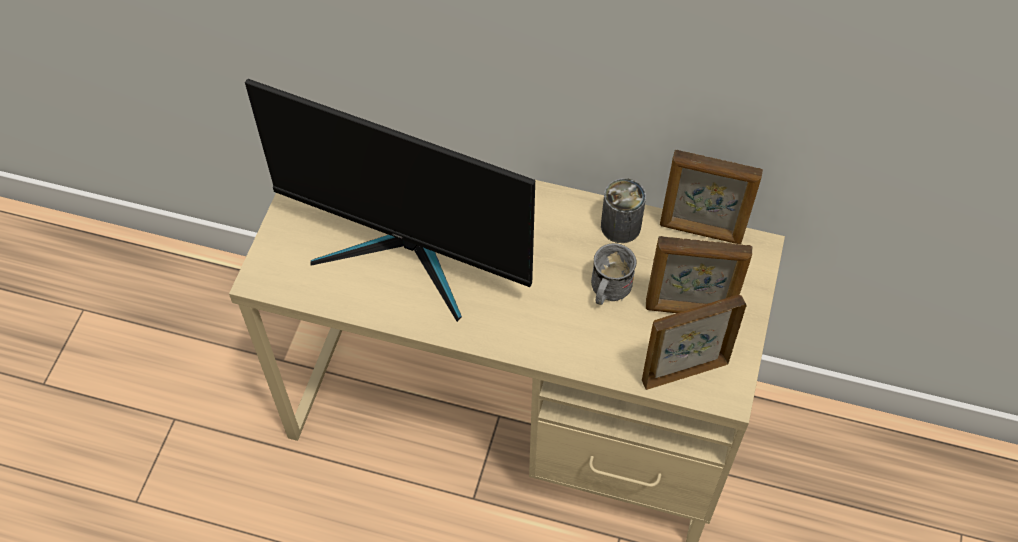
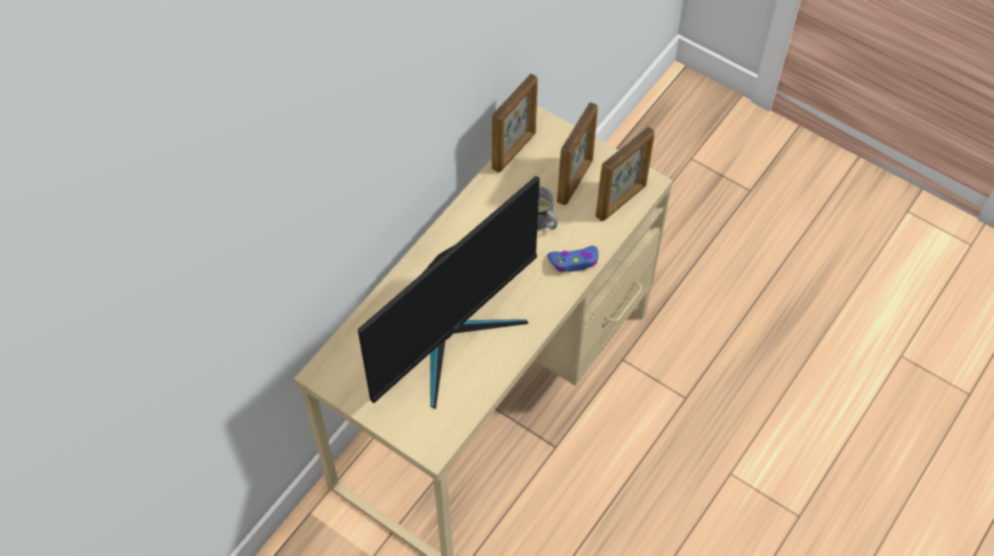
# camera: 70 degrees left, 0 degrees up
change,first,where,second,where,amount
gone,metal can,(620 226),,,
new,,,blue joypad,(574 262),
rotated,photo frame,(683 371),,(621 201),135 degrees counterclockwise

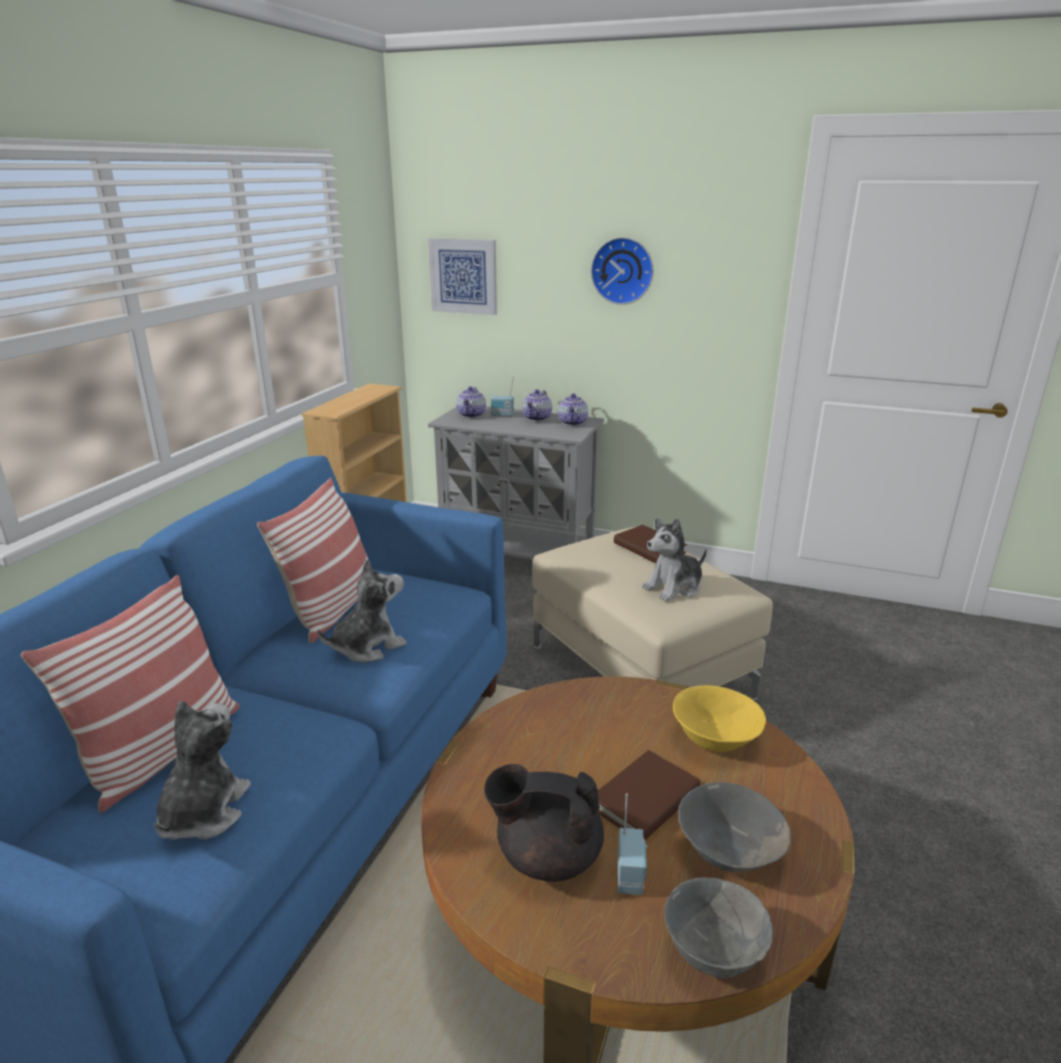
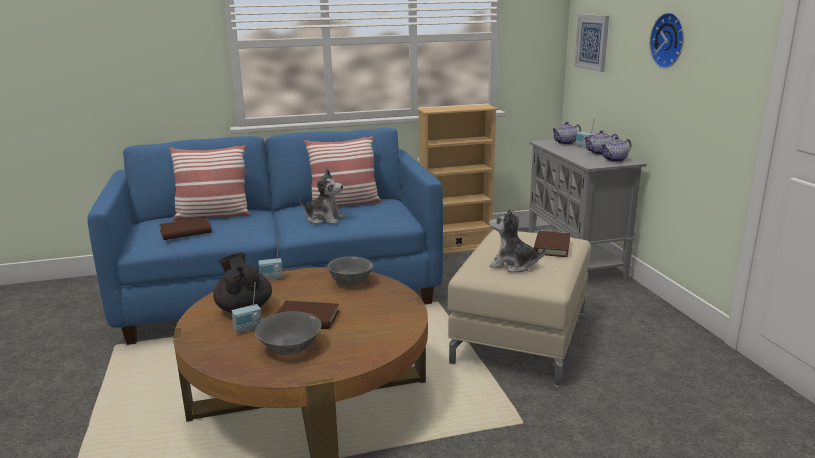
# camera: 55 degrees right, 5 degrees down
change,first,where,second,where,amount
gone,yellow-coloured bowl,(714 738),,,
new,,,radio receiver,(271 278),
shifted,grey bowl,(713 950),,(351 282),
swapped,plush toy,(203 812),brown volume,(185 232),

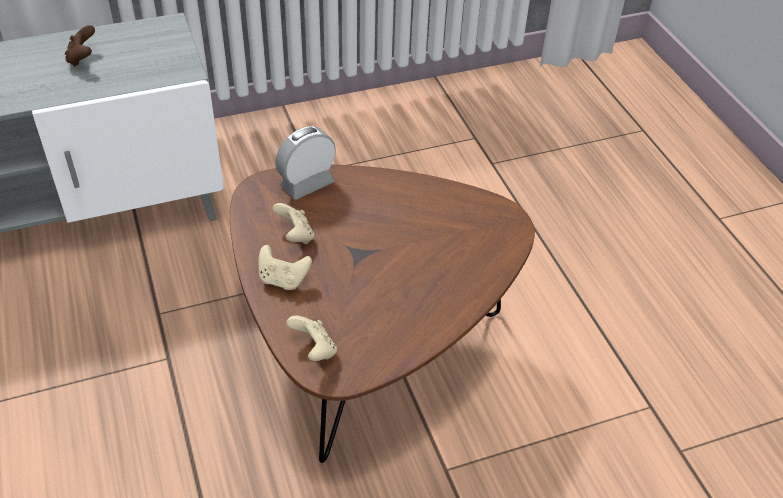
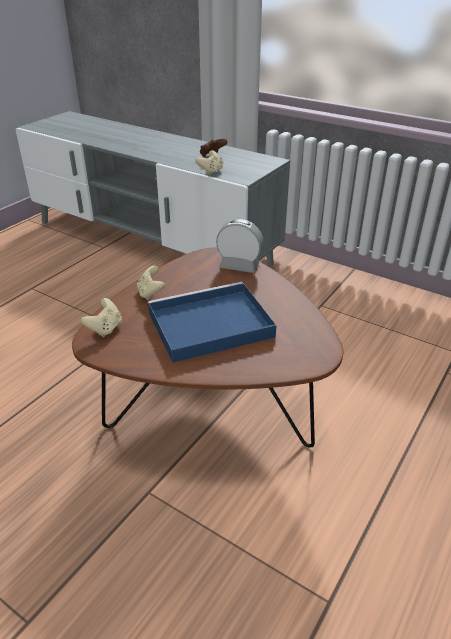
# camera: 55 degrees right, 10 degrees down
change,first,where,second,where,amount
new,,,blue tray,(208 326),
shifted,beige-coloured joypad,(295 236),,(210 172),

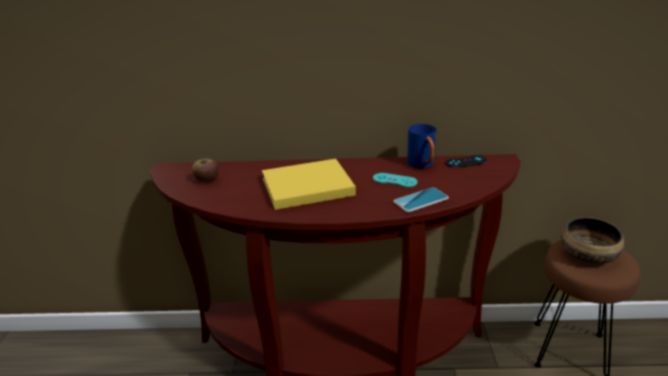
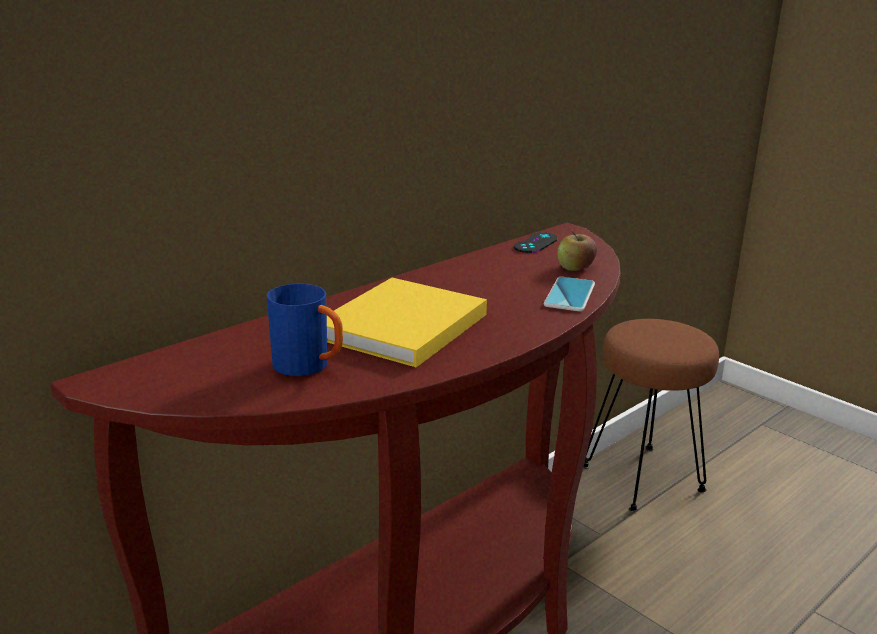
# camera: 45 degrees left, 5 degrees down
change,first,where,second,where,amount
gone,turquoise-coloured joypad,(394 180),,,
gone,bowl,(588 254),,,
shifted,apple,(207 180),,(575 268),
shifted,blue mug,(423 165),,(310 367),

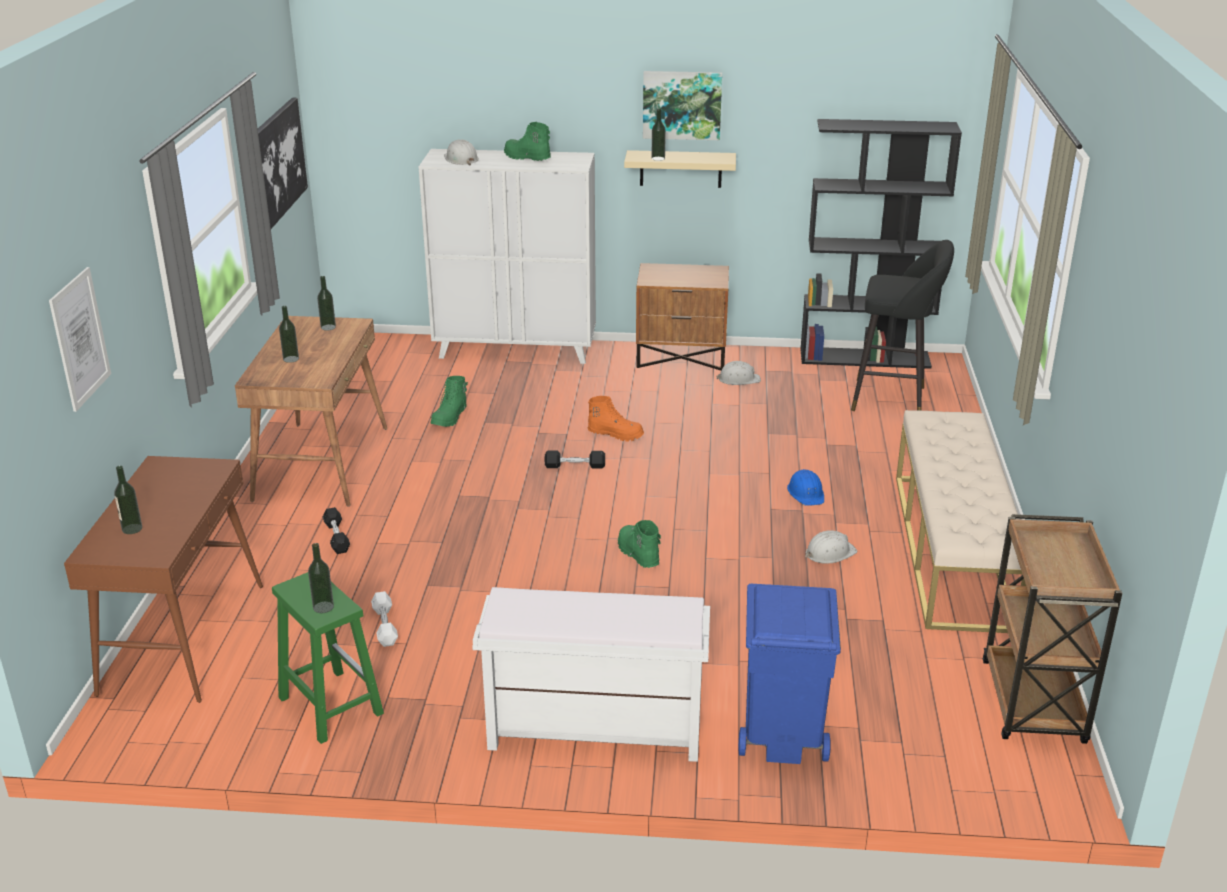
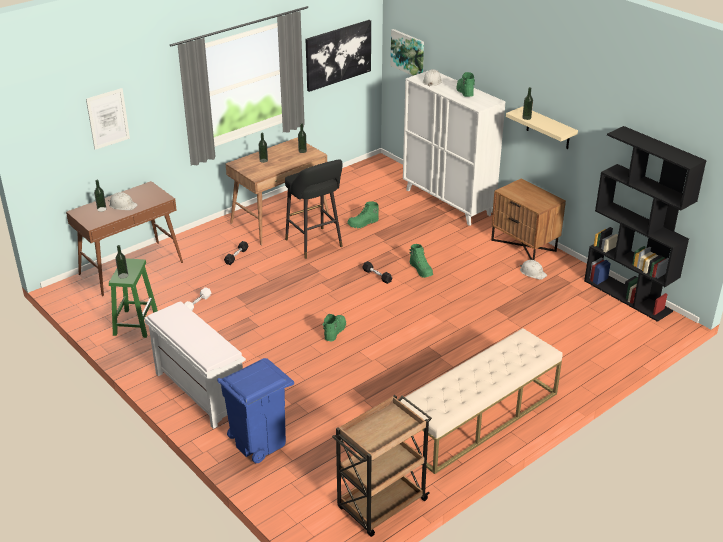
# camera: 45 degrees right, 5 degrees up
change,first,where,second,where,amount
gone,blue safety helmet,(806 493),,,
shifted,wall picture,(682 105),,(408 53),
shifted,white-coloured safety helmet,(829 553),,(123 205),
shifted,blackish stool,(893 399),,(315 244),
repainted,orange boot,(616 434),greenish boot,(421 270),

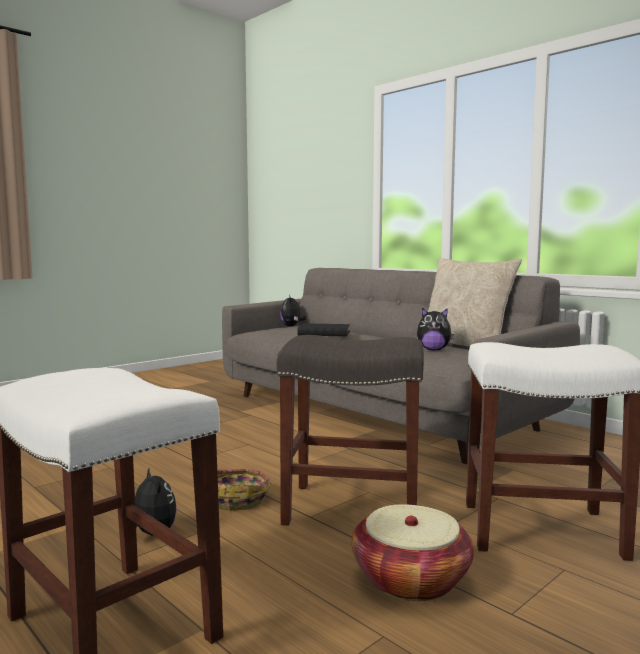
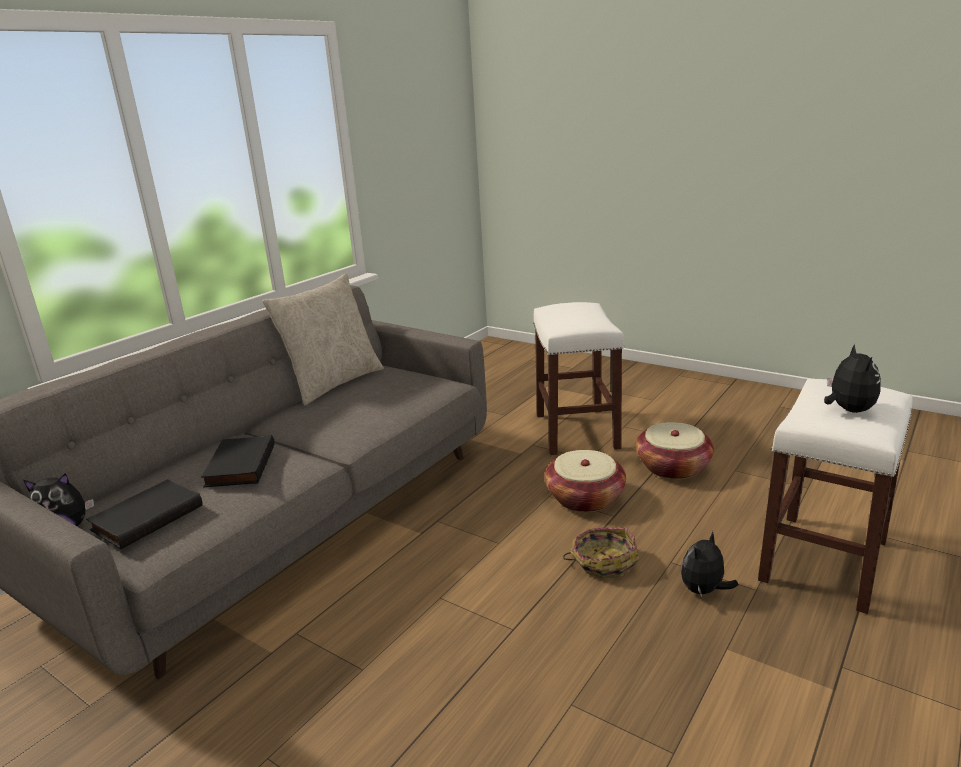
# camera: 100 degrees left, 15 degrees up
change,first,where,second,where,amount
new,,,blackish volume,(147 517),
shifted,plush toy,(433 350),,(848 410),
swapped,grey stool,(354 508),basket,(585 498),

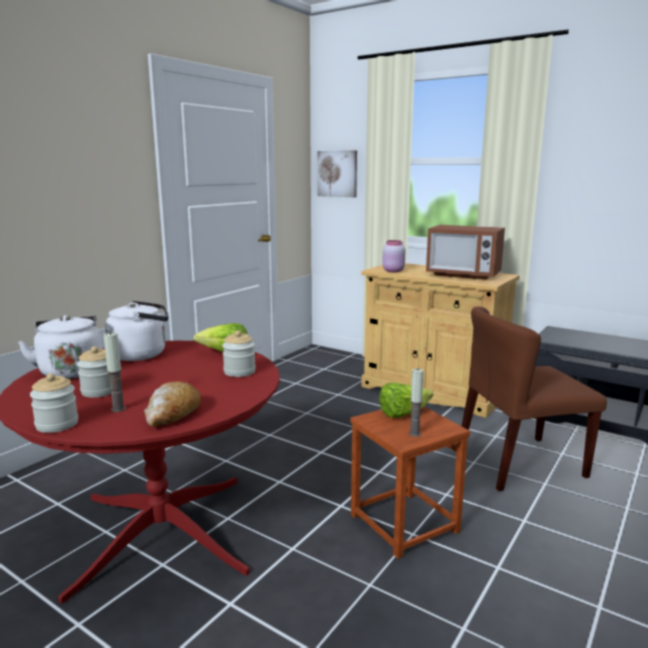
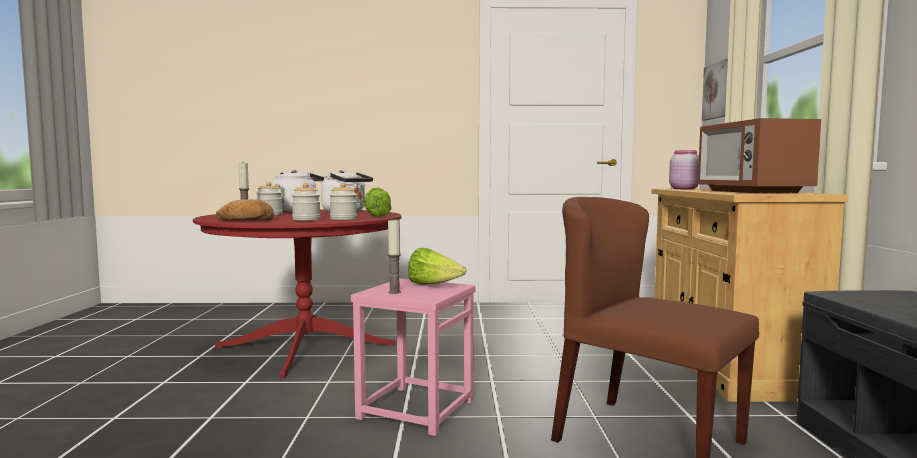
# camera: 55 degrees right, 10 degrees down
change,first,where,second,where,amount
shifted,preserve jar,(57 424),,(306 219),
repainted,brown stool,(403 523),pink-coloured stool,(415 409),

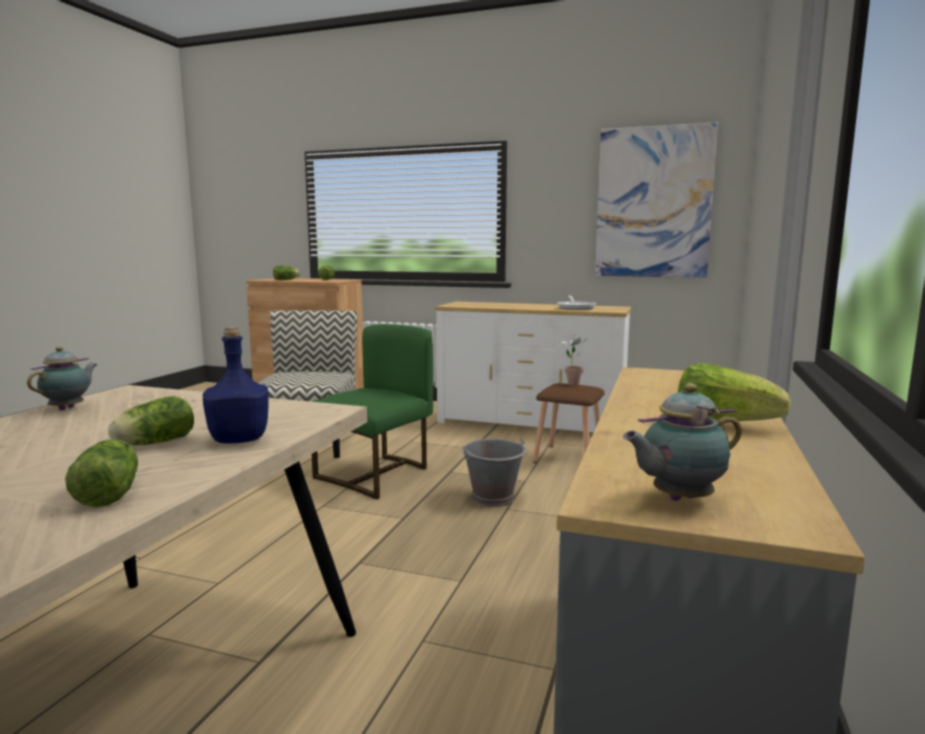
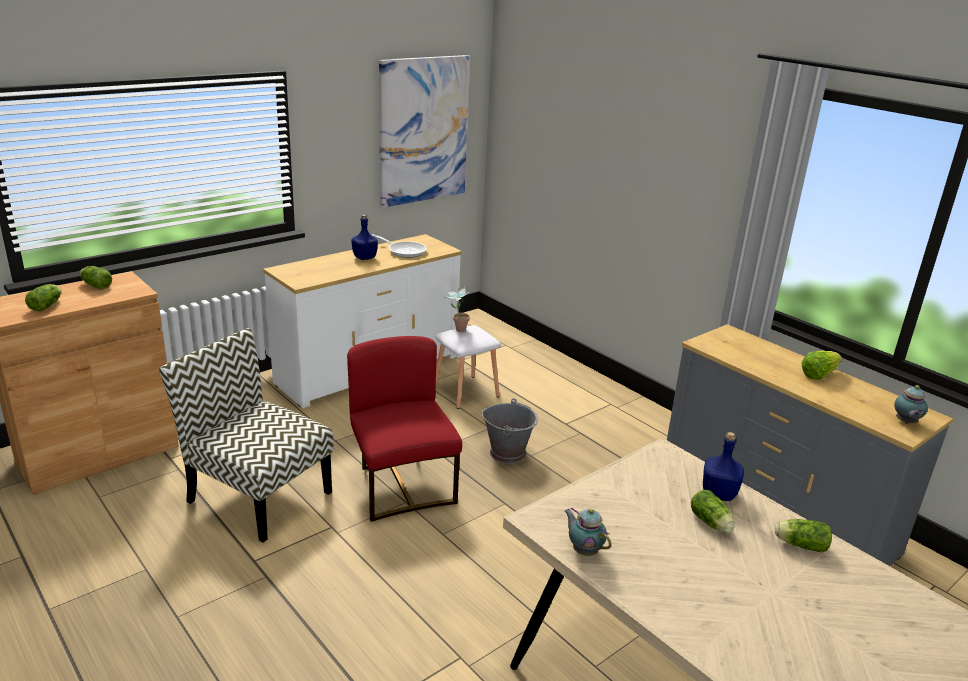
# camera: 60 degrees left, 15 degrees up
change,first,where,second,where,amount
new,,,blue bottle,(365 257),
repainted,greenish plain chair,(376 475),red-coloured plain chair,(402 486),
repainted,brown stool,(568 457),white-coloured stool,(464 391),

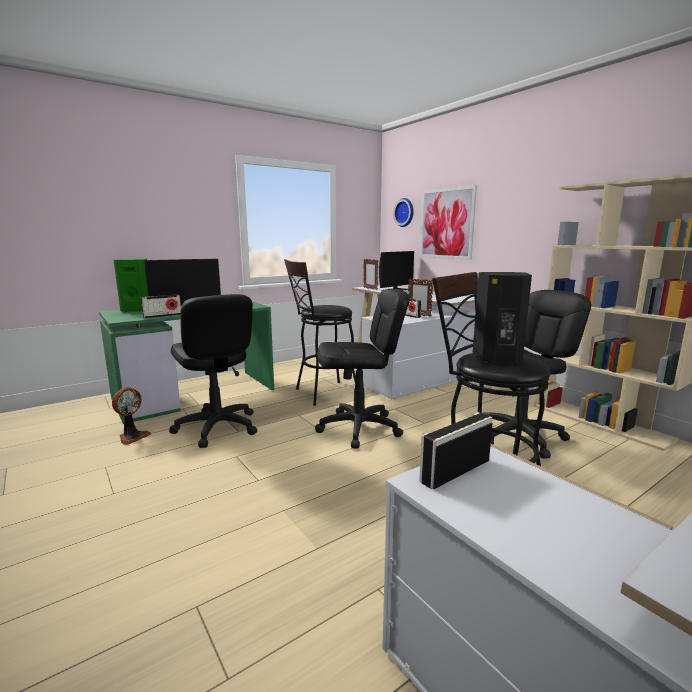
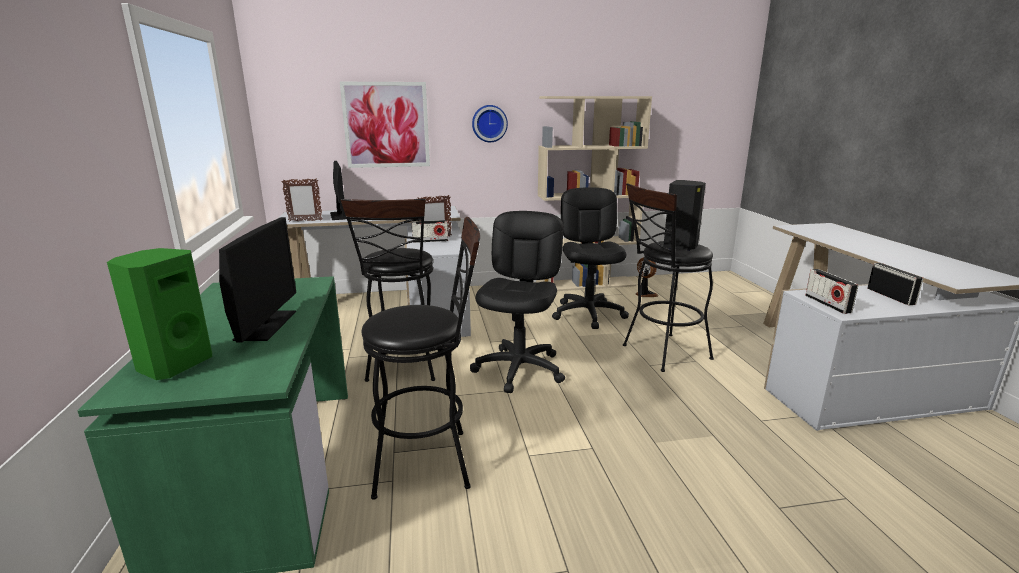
# camera: 65 degrees left, 5 degrees up
change,first,where,second,where,amount
shifted,fan,(132 436),,(644 294),
shifted,radio receiver,(162 316),,(890 296),
shifted,hanging clock,(405 212),,(489 123),
swapped,blackish office chair,(217 427),blackish stool,(432 461),

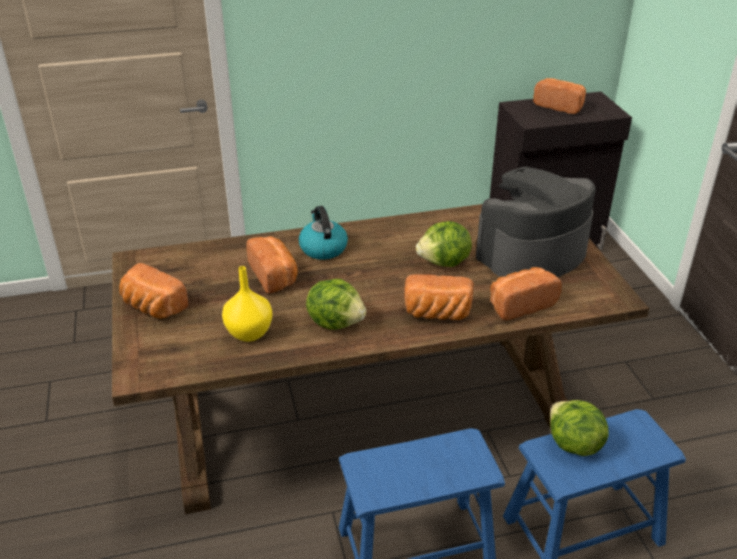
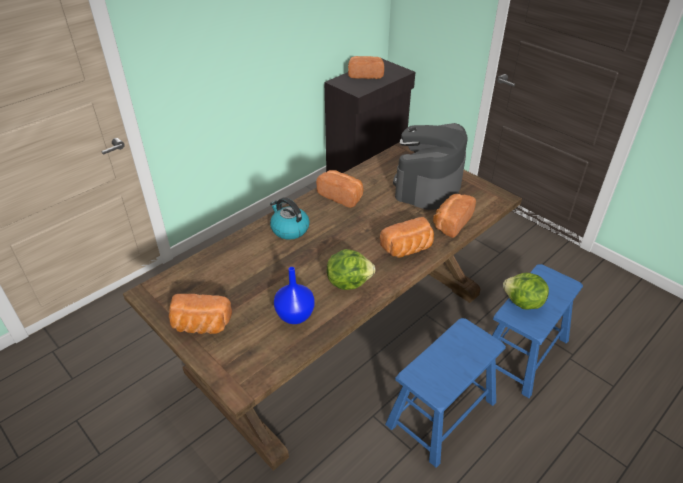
# camera: 30 degrees left, 5 degrees up
change,first,where,second,where,amount
gone,lettuce,(444 263),,,
shifted,baked bread,(275 276),,(342 196),
repainted,yellow-coloured vase,(249 333),blue vase,(295 316),

